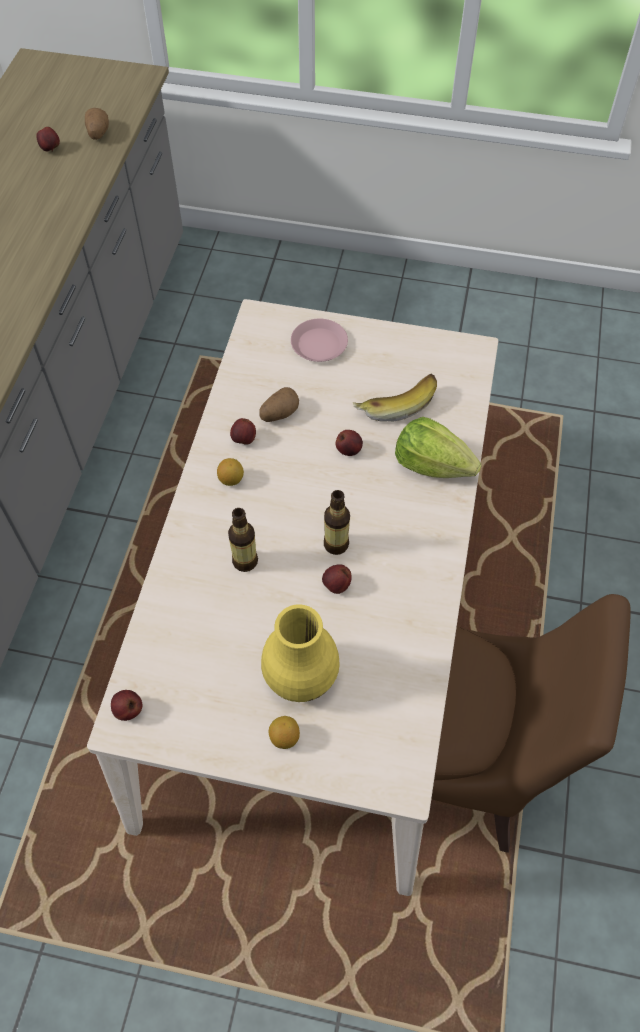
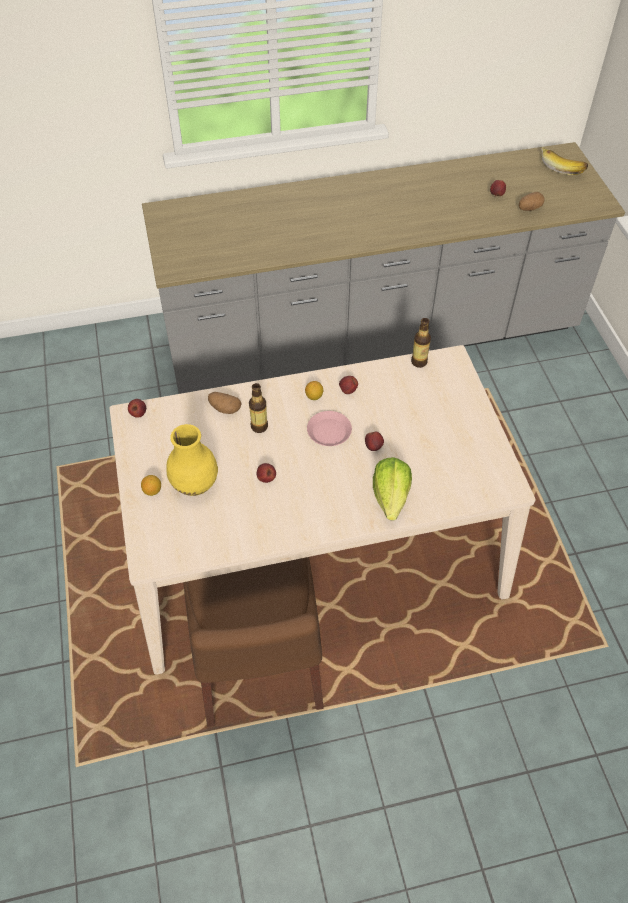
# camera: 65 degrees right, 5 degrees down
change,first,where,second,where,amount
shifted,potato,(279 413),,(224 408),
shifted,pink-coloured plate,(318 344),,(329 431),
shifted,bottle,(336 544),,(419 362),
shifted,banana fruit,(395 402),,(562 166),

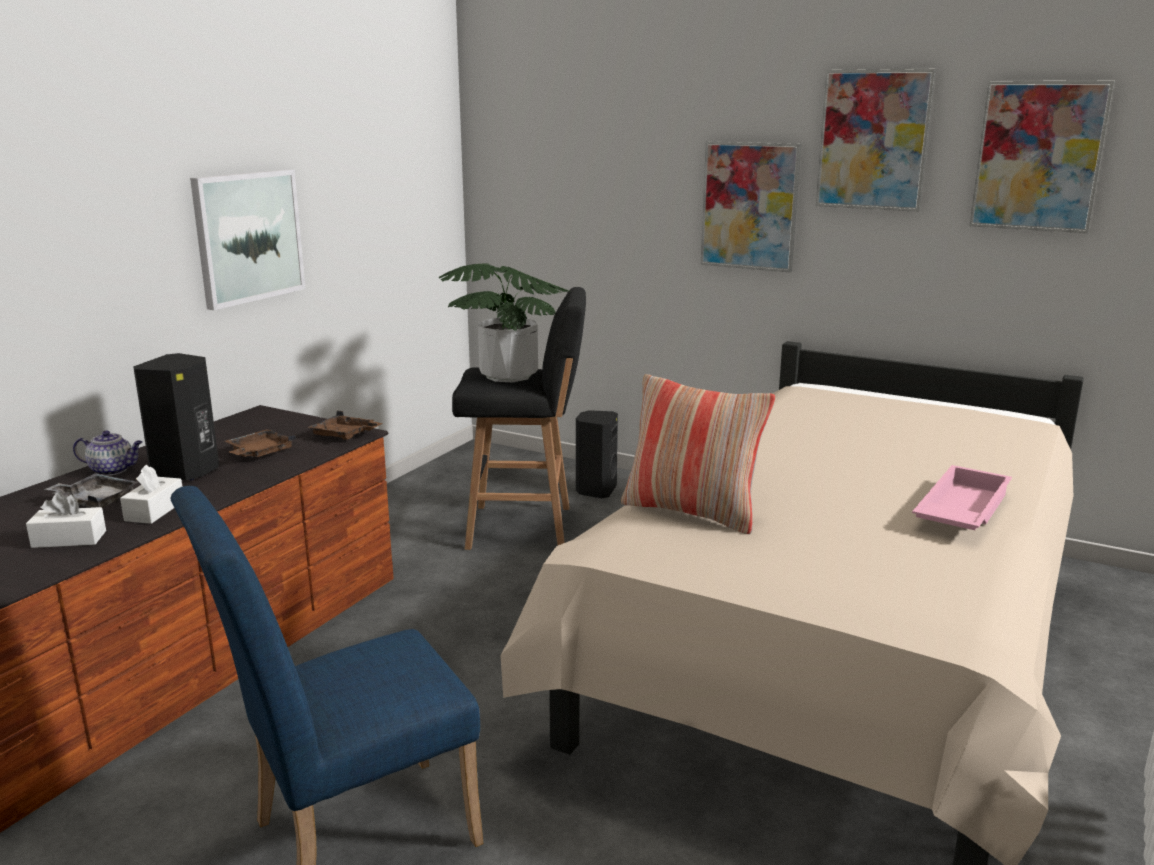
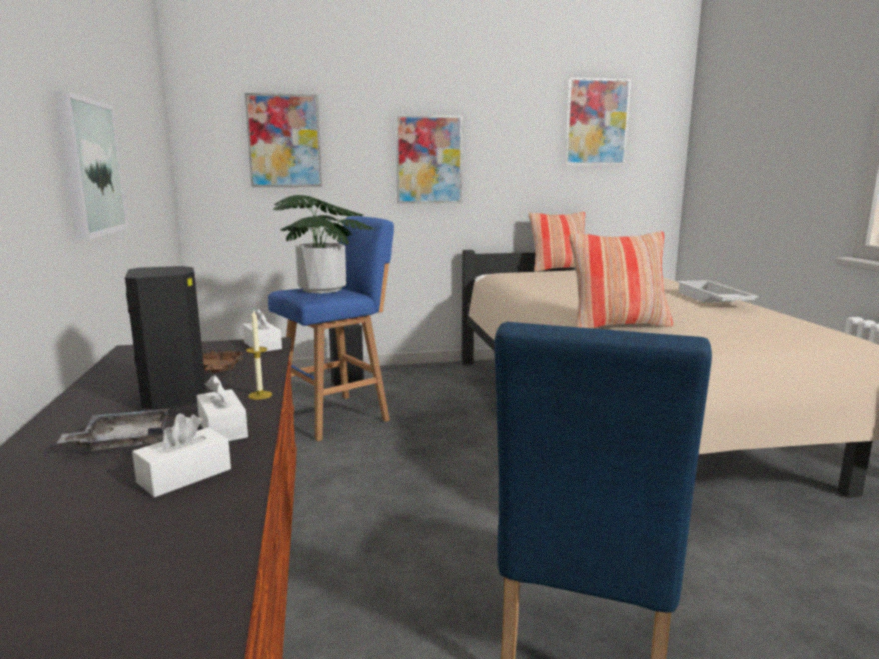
# camera: 40 degrees left, 5 degrees down
change,first,where,second,where,amount
gone,teapot,(113 470),,,
new,,,wax candle,(260 395),
new,,,throw pillow,(559 269),
shifted,wall picture,(873 140),,(284 141),
swapped,brown tray,(345 435),white-coloured box of tissues,(262 345),
repainted,blackish stool,(524 528),blue stool,(337 416),
repainted,pink-coloured tray,(959 510),white-coloured tray,(711 299),

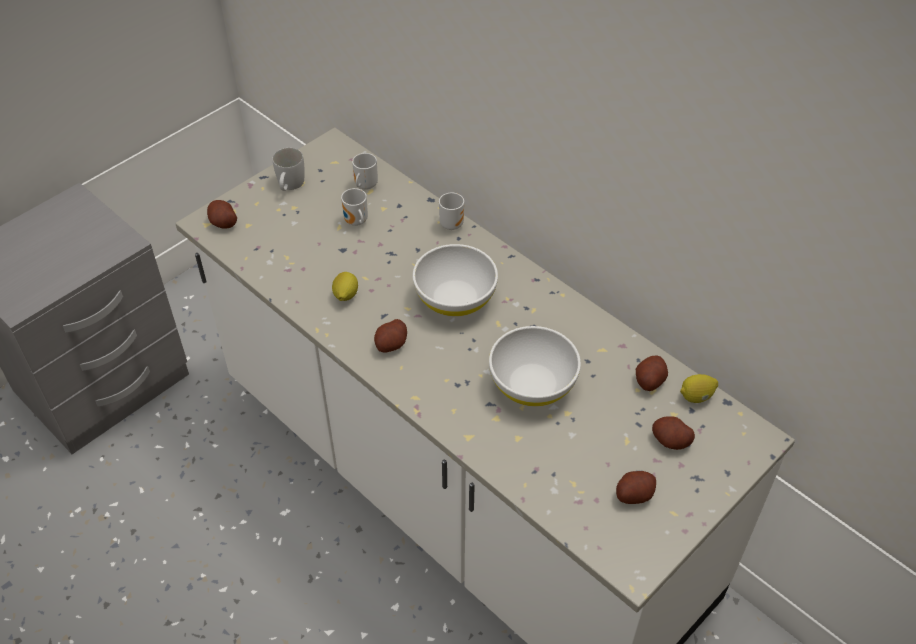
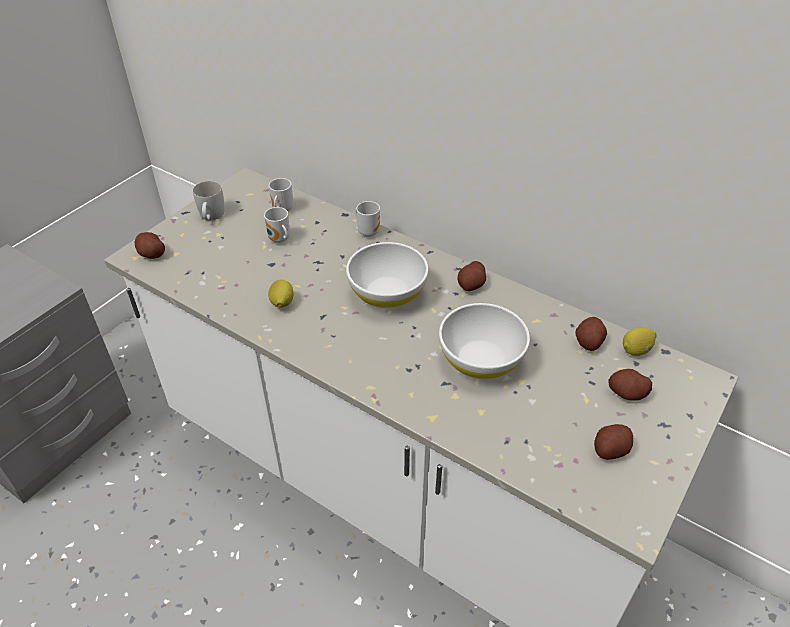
# camera: 10 degrees left, 5 degrees down
change,first,where,second,where,amount
shifted,potato,(391 344),,(471 285),

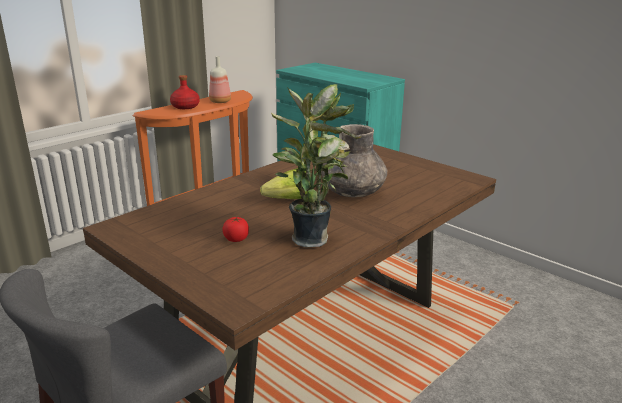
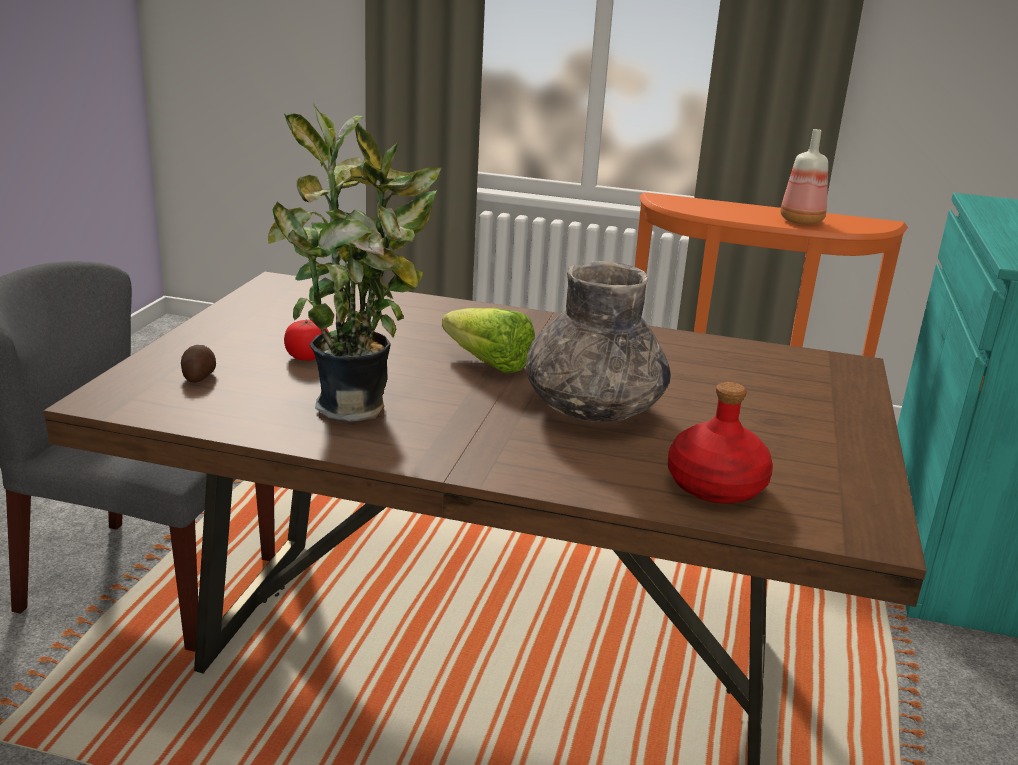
# camera: 60 degrees right, 0 degrees up
change,first,where,second,where,amount
new,,,potato,(198 376),
shifted,red-coloured bottle,(185 107),,(715 486),

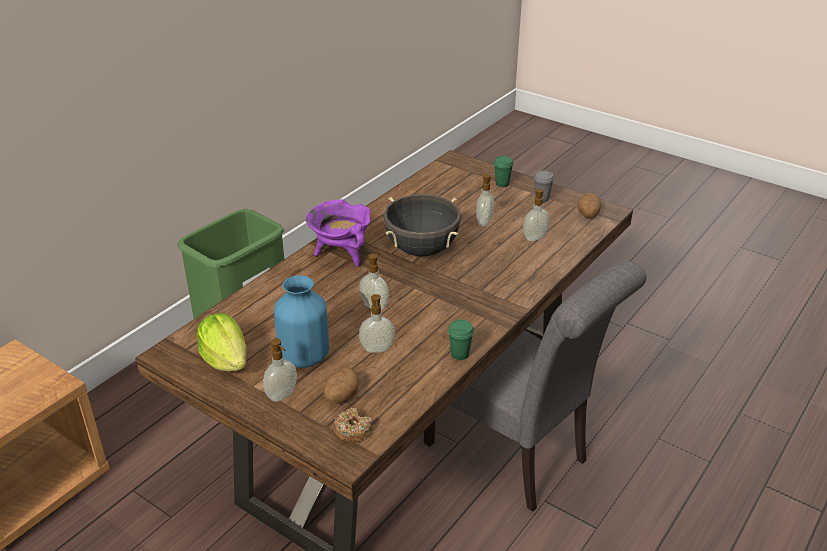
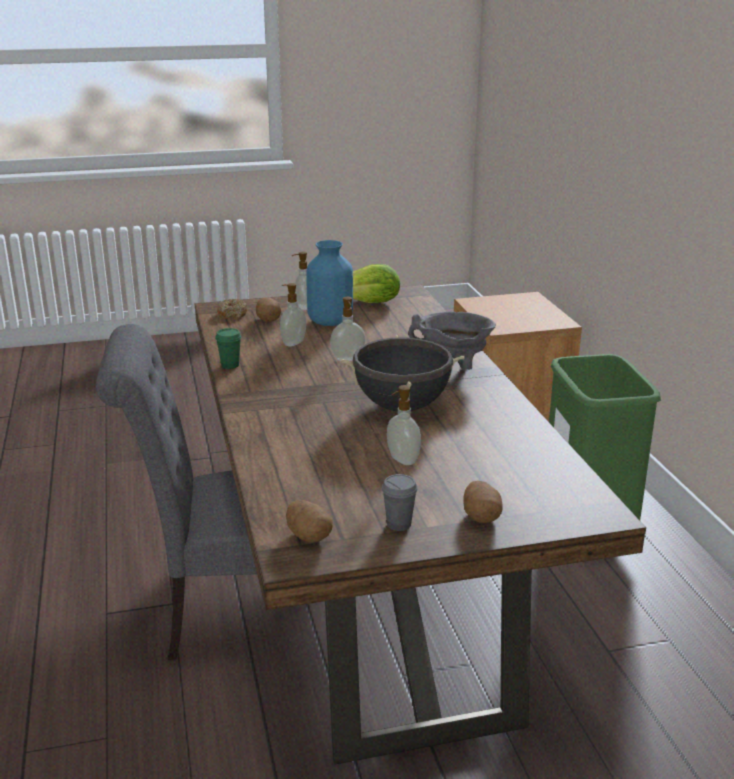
# camera: 130 degrees right, 10 degrees down
change,first,where,second,where,amount
gone,soap dispenser,(534 237),,,
swapped,greenish cup,(502 184),potato,(481 516),
repainted,purple-coloured cooking pot,(341 254),grey cooking pot,(452 372),

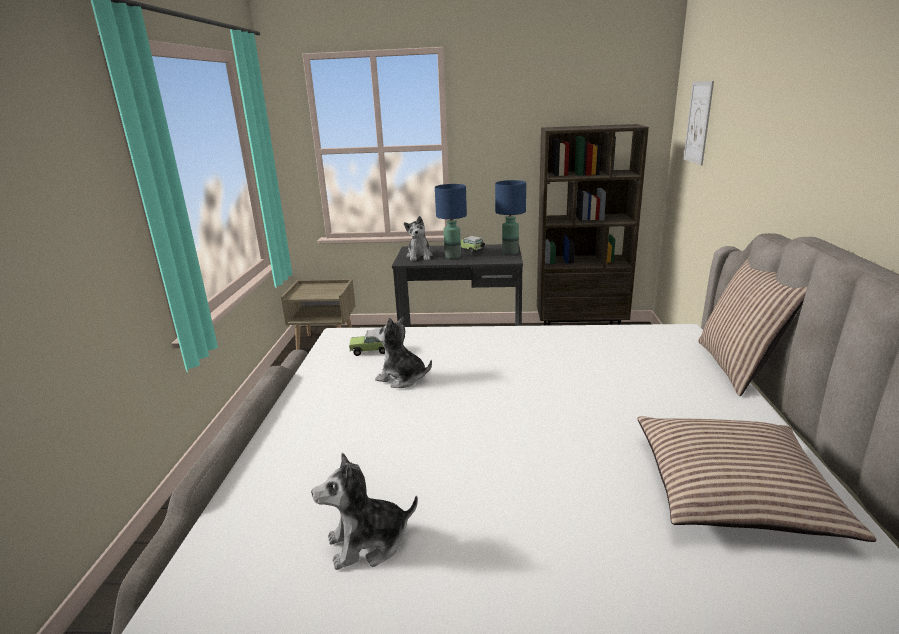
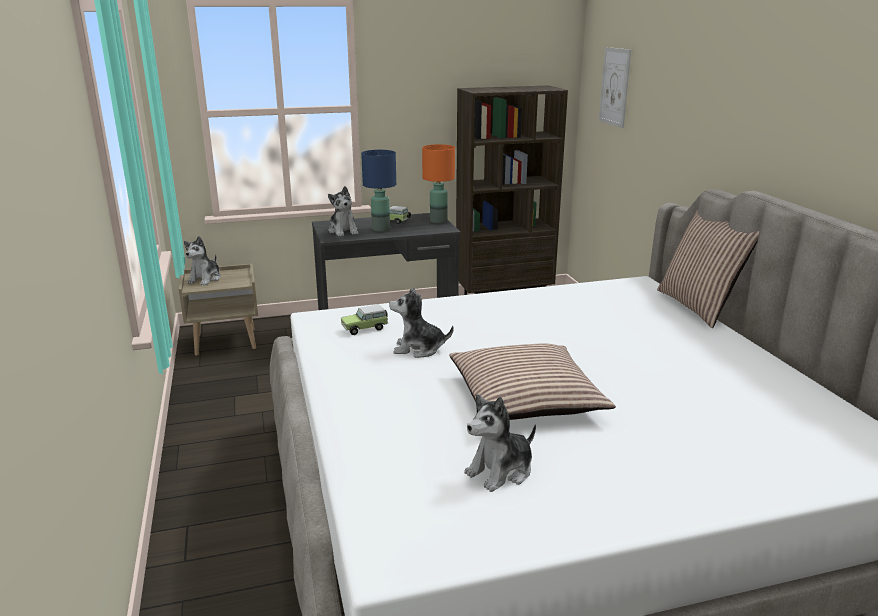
# camera: 20 degrees left, 0 degrees up
change,first,where,second,where,amount
new,,,plush toy,(205 279),
shifted,throw pillow,(733 490),,(525 397),
repainted,blue tabletop lamp,(510 252),orange tabletop lamp,(438 221),

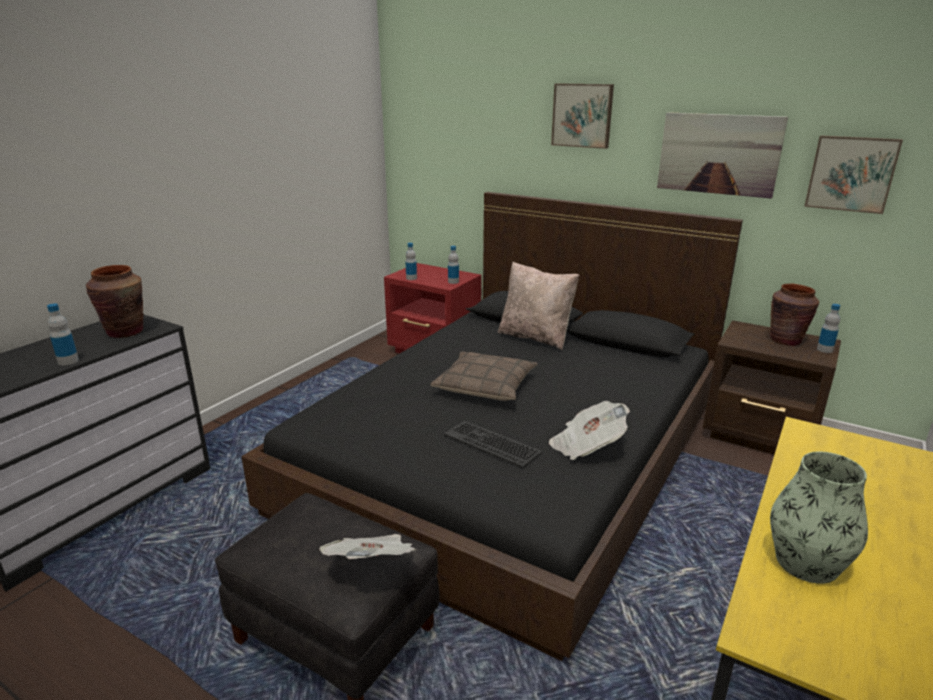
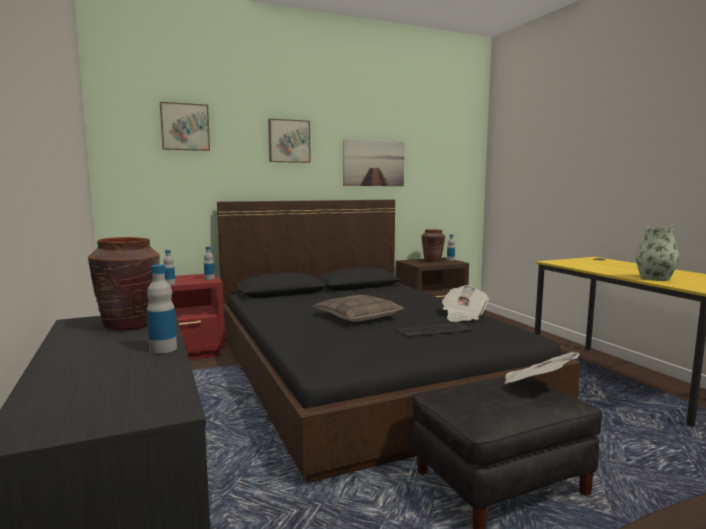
# camera: 55 degrees left, 15 degrees down
change,first,where,second,where,amount
gone,beige-coloured throw pillow,(535 337),,,
shifted,wall picture,(851 173),,(185 127),

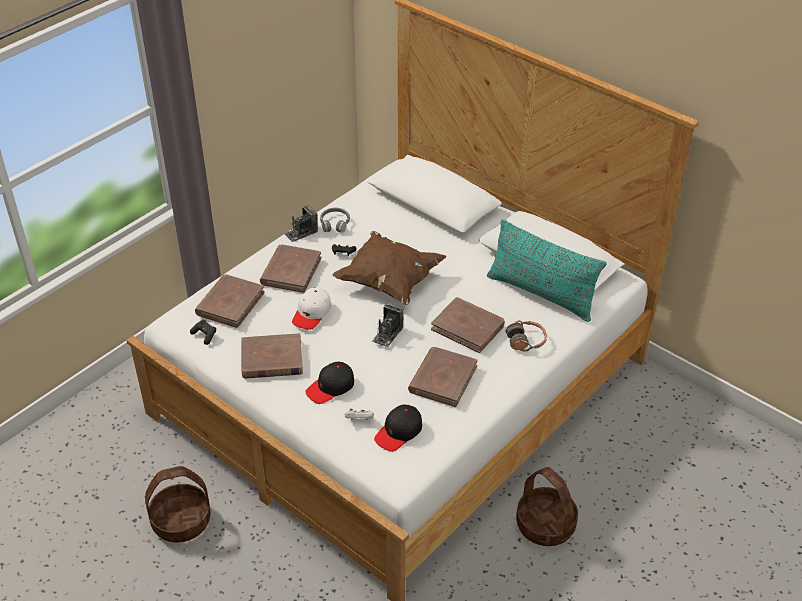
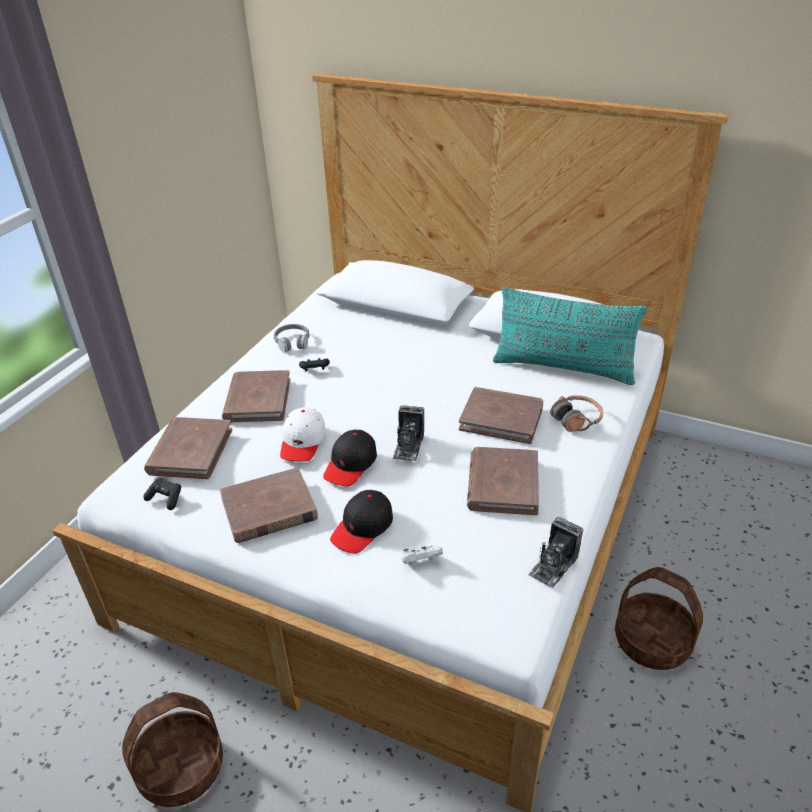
# camera: 15 degrees left, 5 degrees down
change,first,where,second,where,amount
gone,brown throw pillow,(389 281),,,
shifted,still camera,(301 232),,(553 565),
shifted,blackish baseball cap,(399 432),,(351 464),

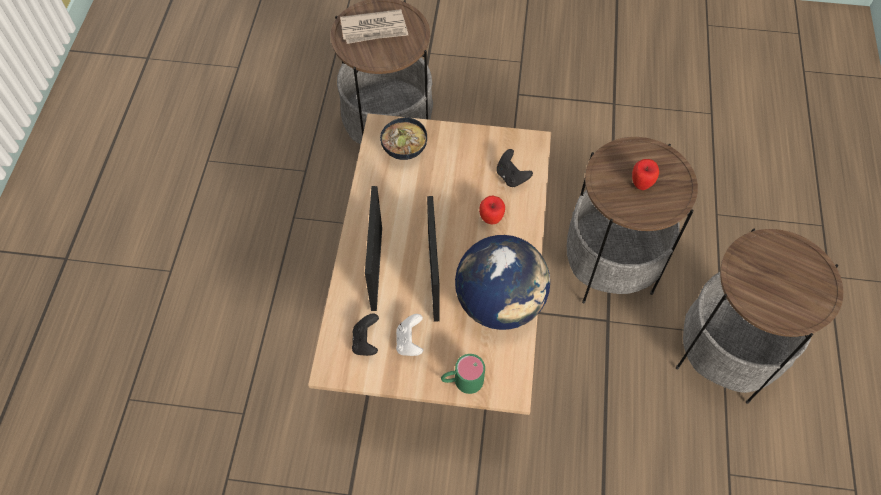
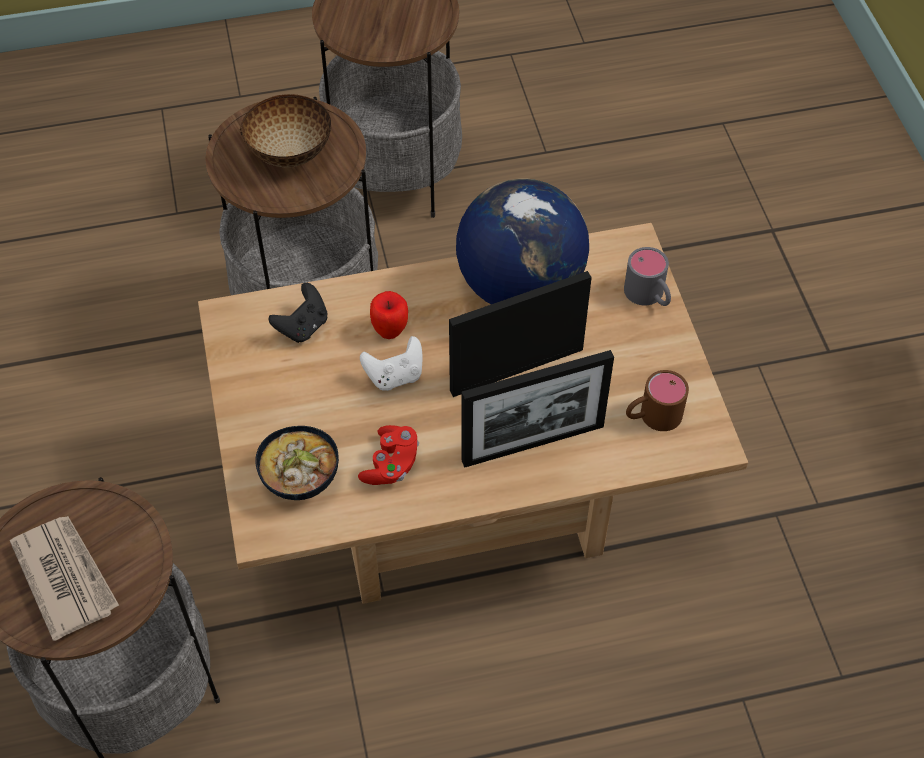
# camera: 110 degrees left, 5 degrees down
change,first,where,second,where,amount
new,,,red-coloured joypad,(391 464),
shifted,white-coloured joypad,(409 342),,(395 376),
swapped,blackish joypad,(366 342),brown mug,(652 416),
swapped,apple,(641 184),bowl,(291 153),
repainted,greenish mug,(462 381),grey mug,(649 296),

